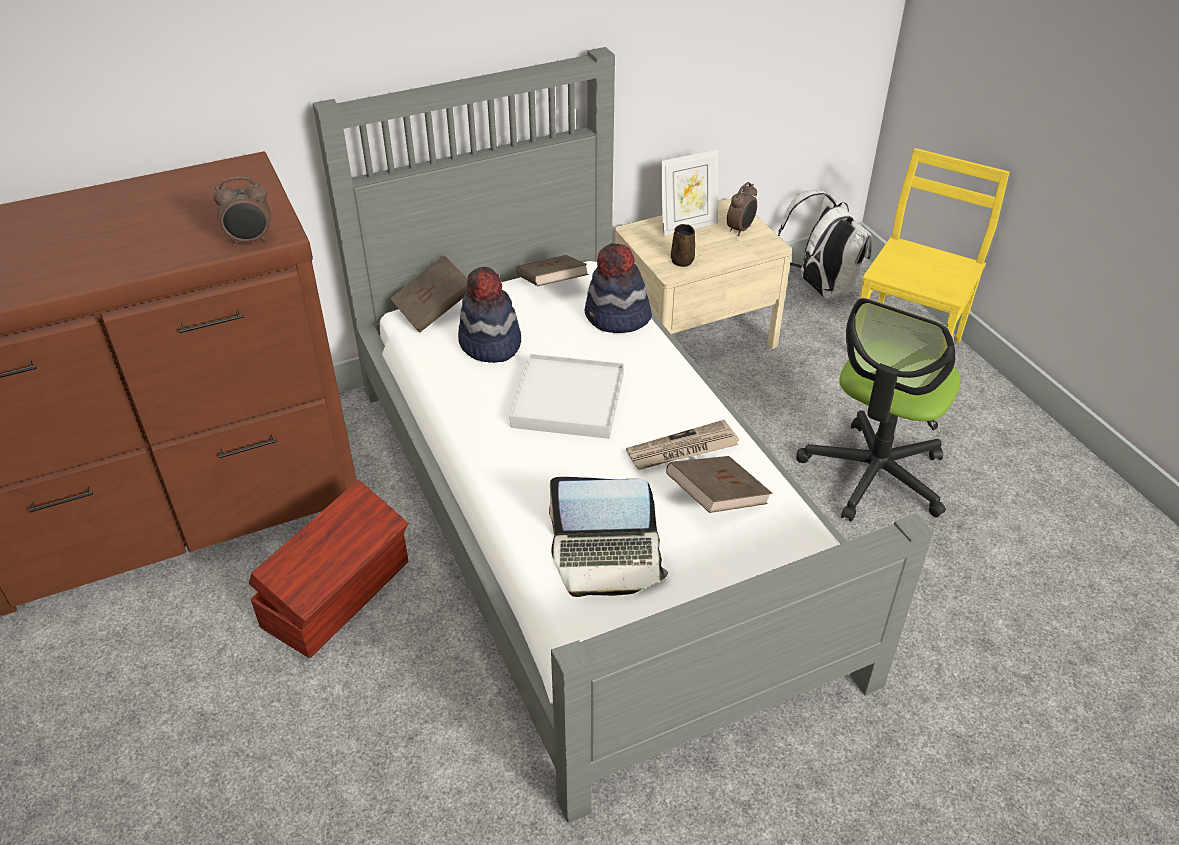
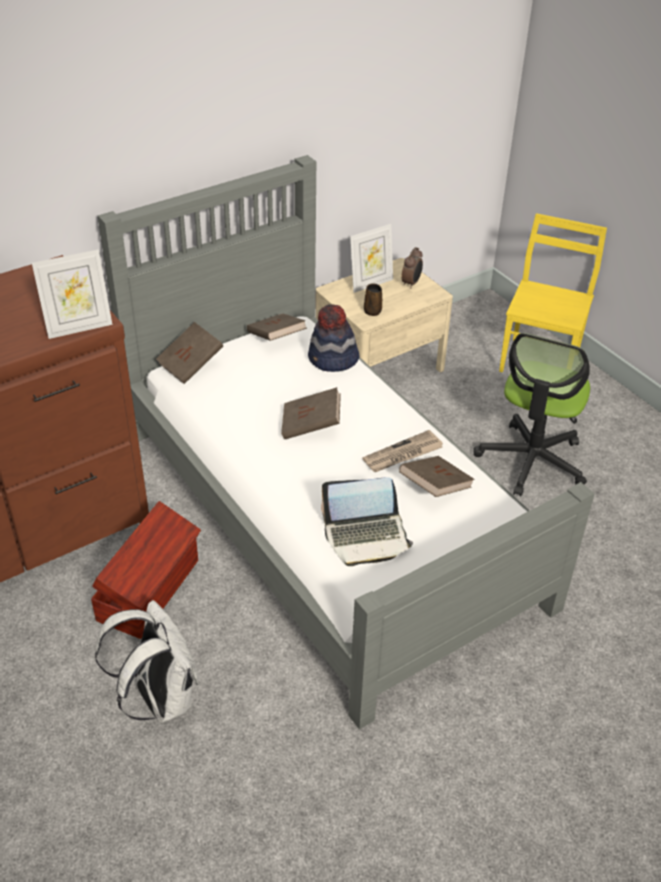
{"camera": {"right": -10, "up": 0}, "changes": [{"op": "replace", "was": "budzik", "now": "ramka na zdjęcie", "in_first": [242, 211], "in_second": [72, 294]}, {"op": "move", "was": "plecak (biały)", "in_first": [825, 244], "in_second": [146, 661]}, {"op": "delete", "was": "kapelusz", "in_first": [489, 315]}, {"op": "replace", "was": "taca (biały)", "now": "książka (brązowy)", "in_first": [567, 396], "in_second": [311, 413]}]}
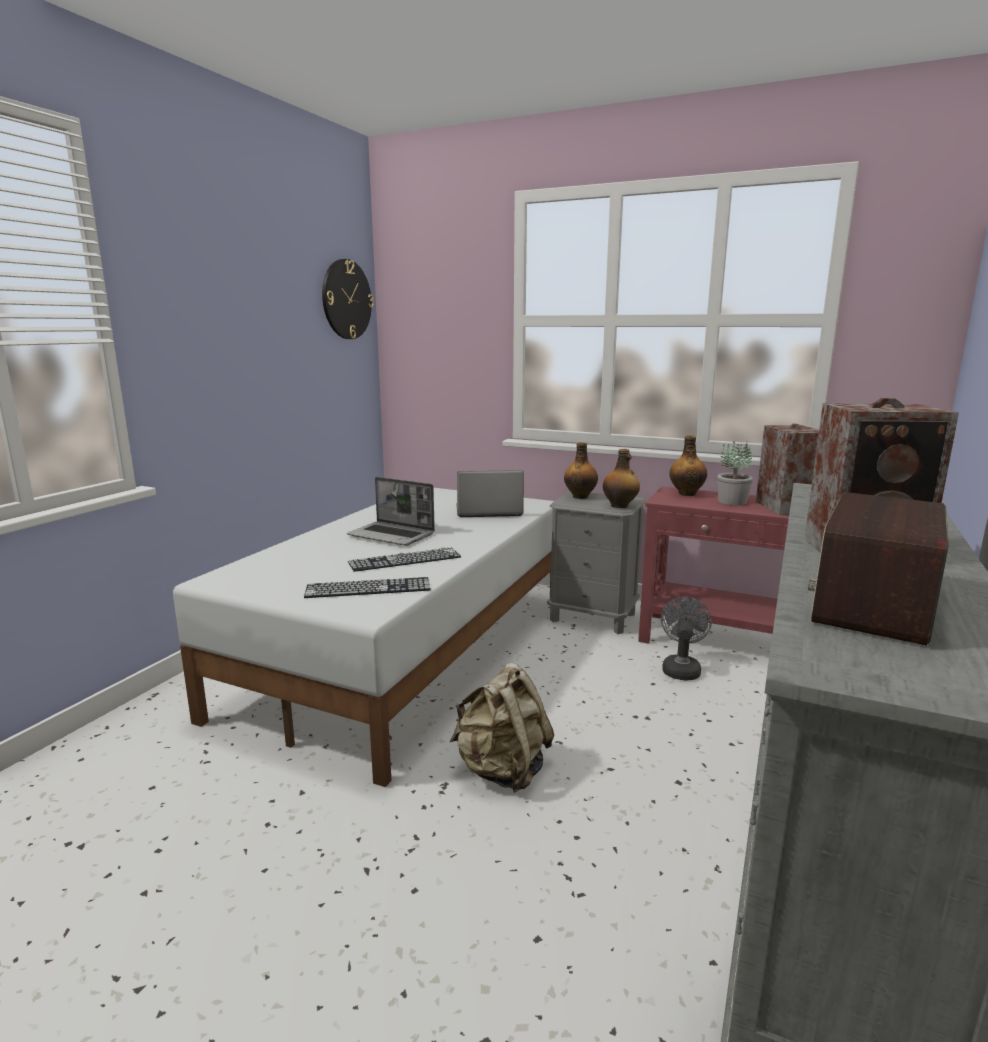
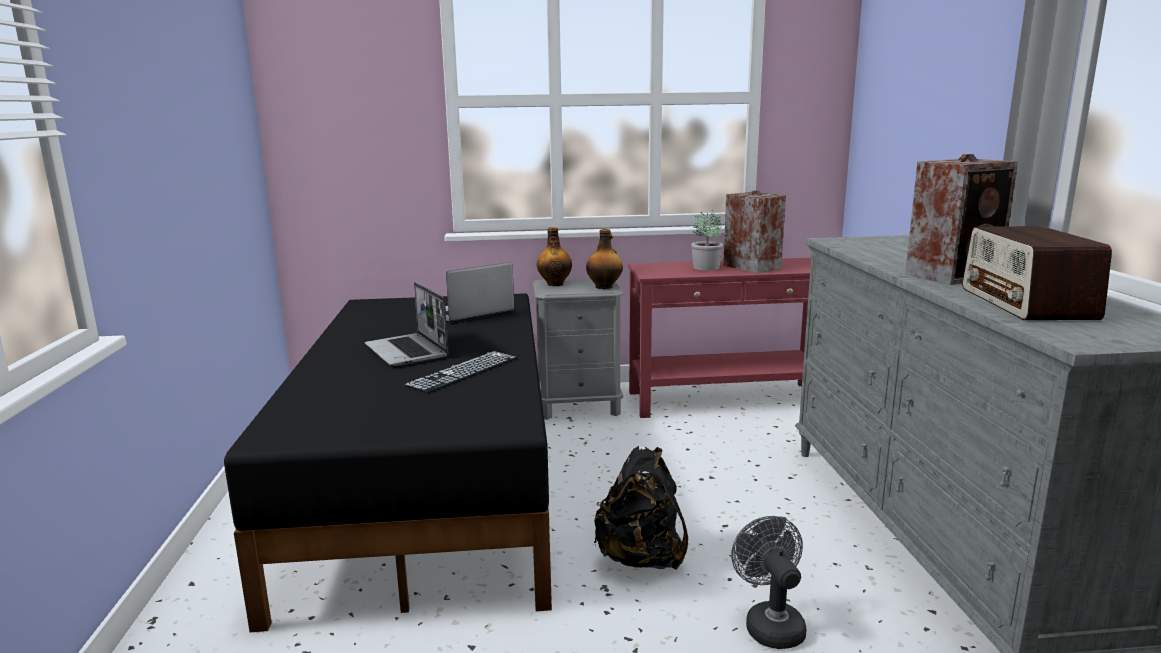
{"camera": {"right": -30, "up": 0}, "changes": [{"op": "delete", "was": "zegar ścienny", "in_first": [348, 299]}, {"op": "delete", "was": "butelka", "in_first": [688, 465]}, {"op": "rotate", "was": "laptop", "in_first": [391, 511], "in_second": [407, 324], "clockwise": 60}, {"op": "recolor", "was": "łóżko (biały)", "now": "łóżko (czarny)", "in_first": [363, 637], "in_second": [388, 462]}, {"op": "delete", "was": "klawiatura", "in_first": [367, 587]}, {"op": "move", "was": "wentylator (szary)", "in_first": [686, 639], "in_second": [768, 582]}, {"op": "recolor", "was": "plecak (beżowy)", "now": "plecak (czarny)", "in_first": [502, 728], "in_second": [641, 508]}]}
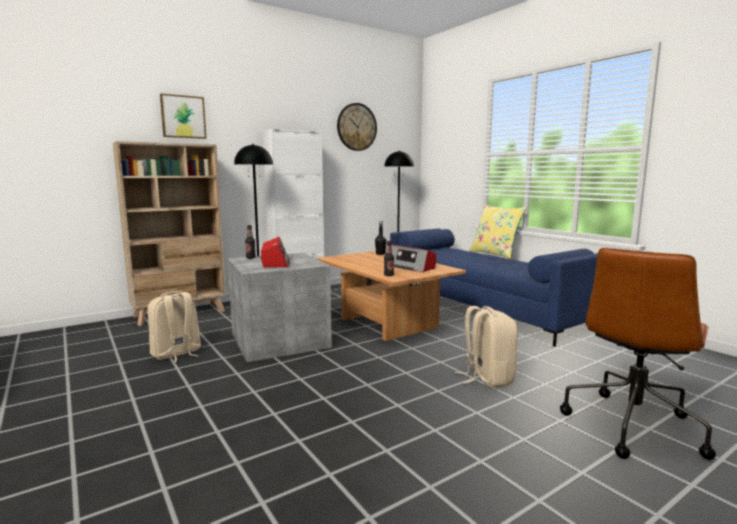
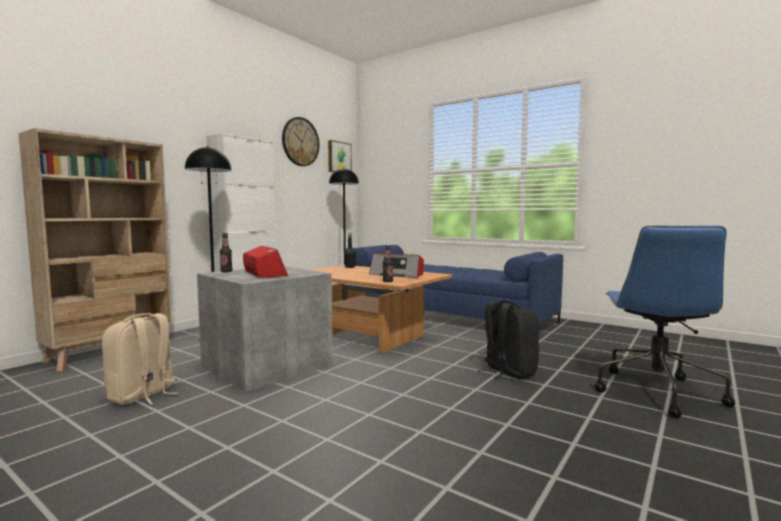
{"camera": {"right": -20, "up": -5}, "changes": [{"op": "move", "was": "obraz", "in_first": [183, 116], "in_second": [340, 156]}, {"op": "delete", "was": "poduszka (żółty)", "in_first": [497, 231]}, {"op": "recolor", "was": "krzesło biurowe (brązowy)", "now": "krzesło biurowe (niebieski)", "in_first": [638, 354], "in_second": [664, 322]}, {"op": "recolor", "was": "plecak (beżowy)", "now": "plecak (czarny)", "in_first": [486, 347], "in_second": [508, 339]}]}
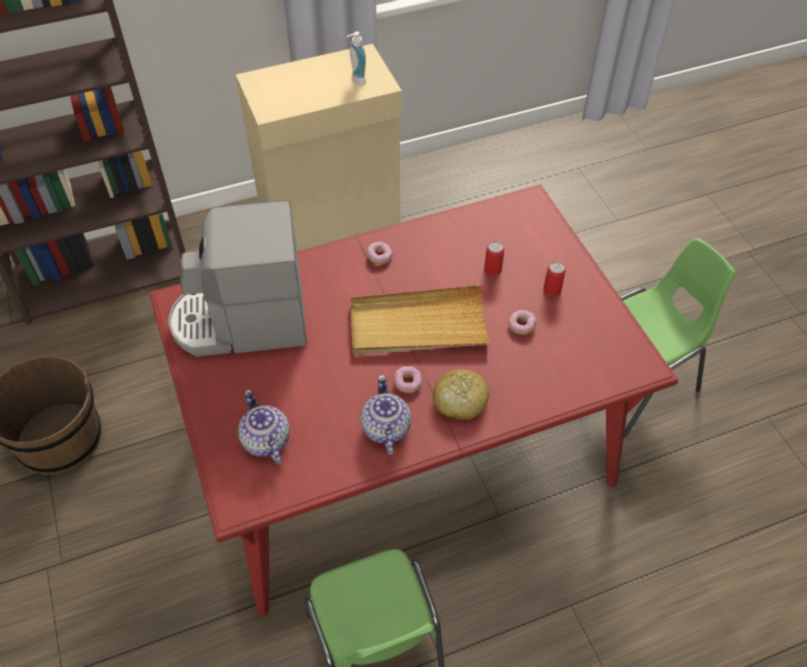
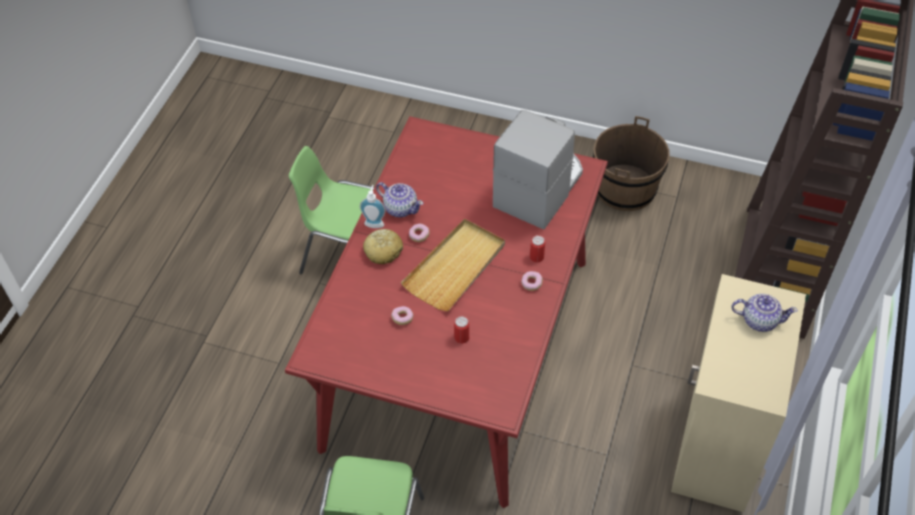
{"camera": {"right": 130, "up": 0}, "changes": [{"op": "move", "was": "dozownik mydła", "in_first": [356, 58], "in_second": [373, 206]}, {"op": "move", "was": "puszka", "in_first": [554, 278], "in_second": [537, 248]}, {"op": "move", "was": "imbryk", "in_first": [264, 427], "in_second": [764, 313]}]}
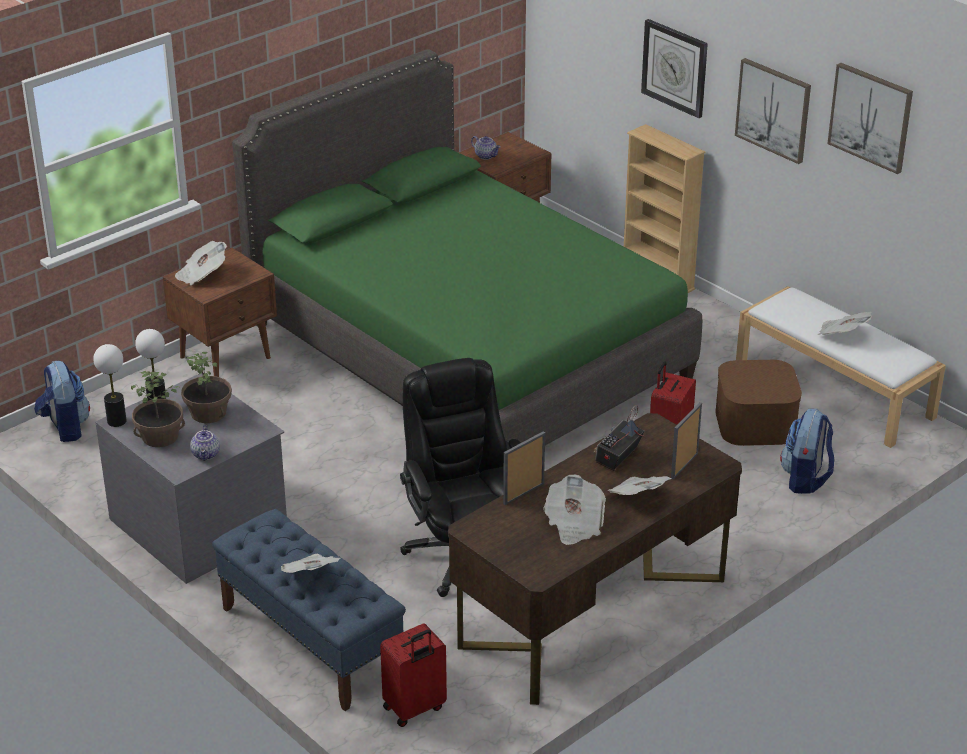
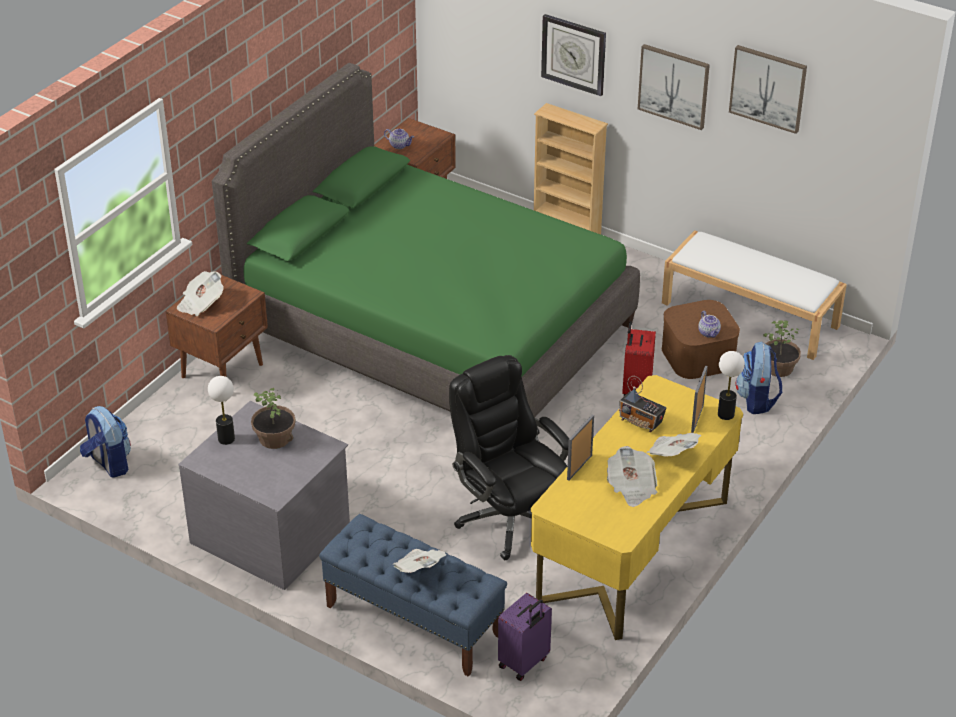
{"camera": {"right": -15, "up": 5}, "changes": [{"op": "delete", "was": "gazeta", "in_first": [845, 323]}, {"op": "move", "was": "lampa stołowa", "in_first": [110, 385], "in_second": [731, 385]}, {"op": "move", "was": "roślina doniczkowa", "in_first": [158, 409], "in_second": [782, 348]}, {"op": "rotate", "was": "radio", "in_first": [618, 438], "in_second": [643, 404], "clockwise": -75}, {"op": "recolor", "was": "biurko (brązowy)", "now": "biurko (żółty)", "in_first": [595, 559], "in_second": [637, 507]}, {"op": "move", "was": "imbryk", "in_first": [205, 443], "in_second": [709, 324]}, {"op": "recolor", "was": "walizka (czerwony)", "now": "walizka (fioletowy)", "in_first": [413, 675], "in_second": [525, 637]}]}
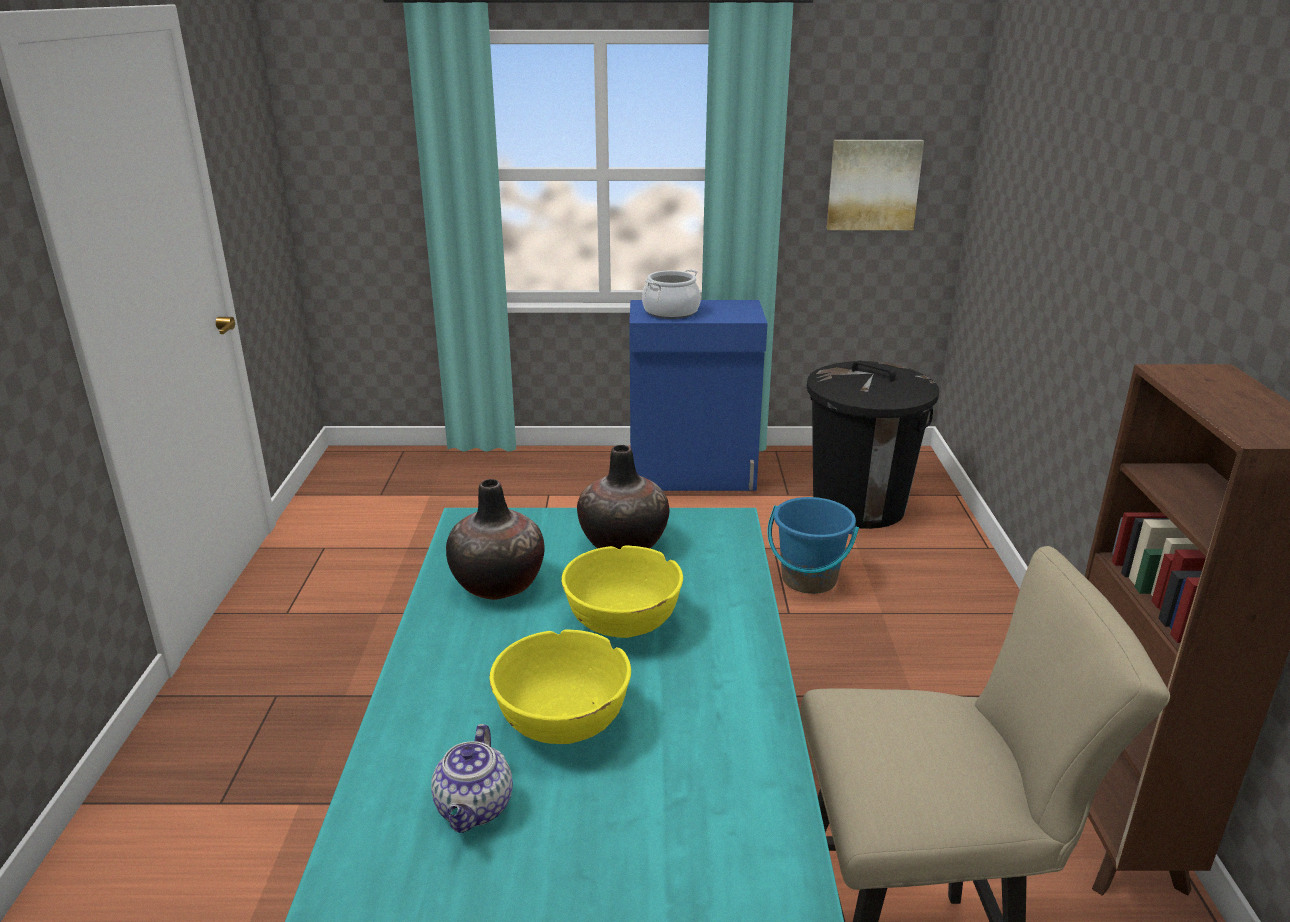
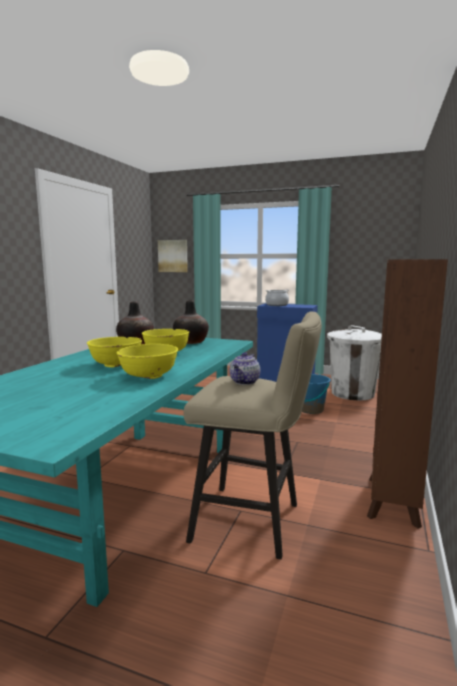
{"camera": {"right": 20, "up": -15}, "changes": [{"op": "move", "was": "obraz", "in_first": [875, 185], "in_second": [173, 256]}, {"op": "recolor", "was": "kosz na śmieci (czarny)", "now": "kosz na śmieci (biały)", "in_first": [873, 445], "in_second": [354, 362]}, {"op": "move", "was": "imbryk", "in_first": [472, 778], "in_second": [245, 368]}, {"op": "insert", "now": "miska (żółty)", "in_second": [147, 361]}]}
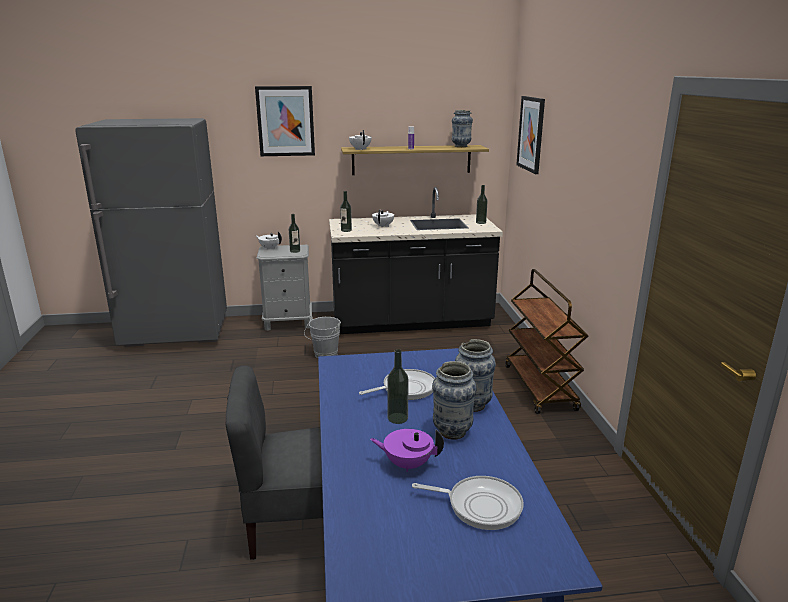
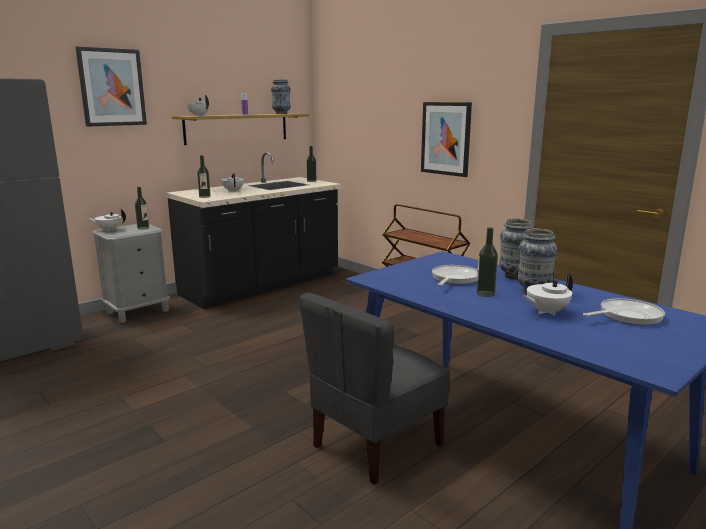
{"camera": {"right": -35, "up": -5}, "changes": [{"op": "move", "was": "obraz", "in_first": [530, 135], "in_second": [446, 139]}, {"op": "delete", "was": "wiadro (szary)", "in_first": [322, 337]}, {"op": "recolor", "was": "imbryk (fioletowy)", "now": "imbryk (biały)", "in_first": [407, 450], "in_second": [548, 294]}]}
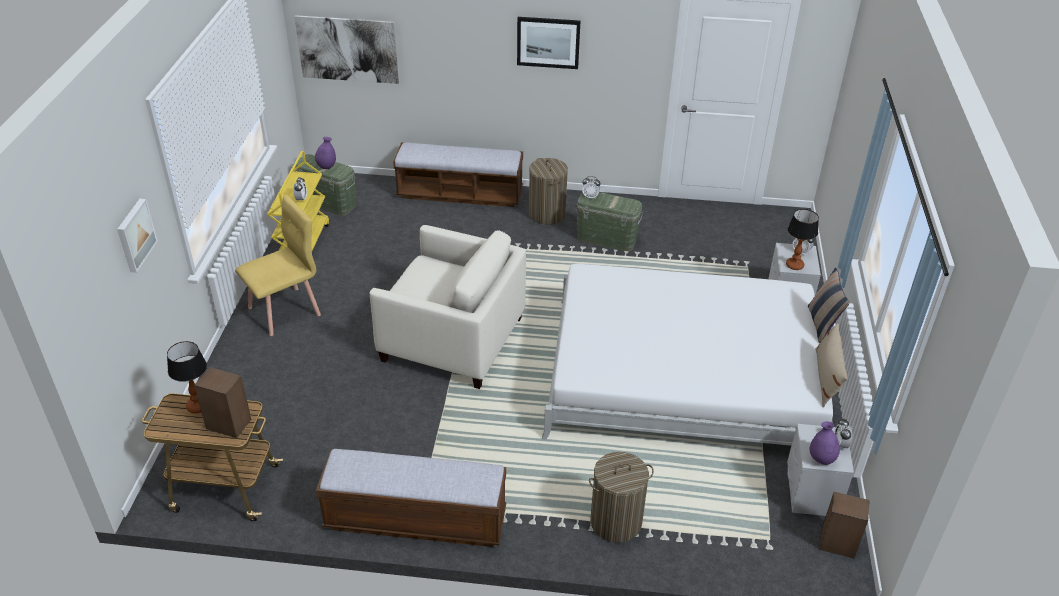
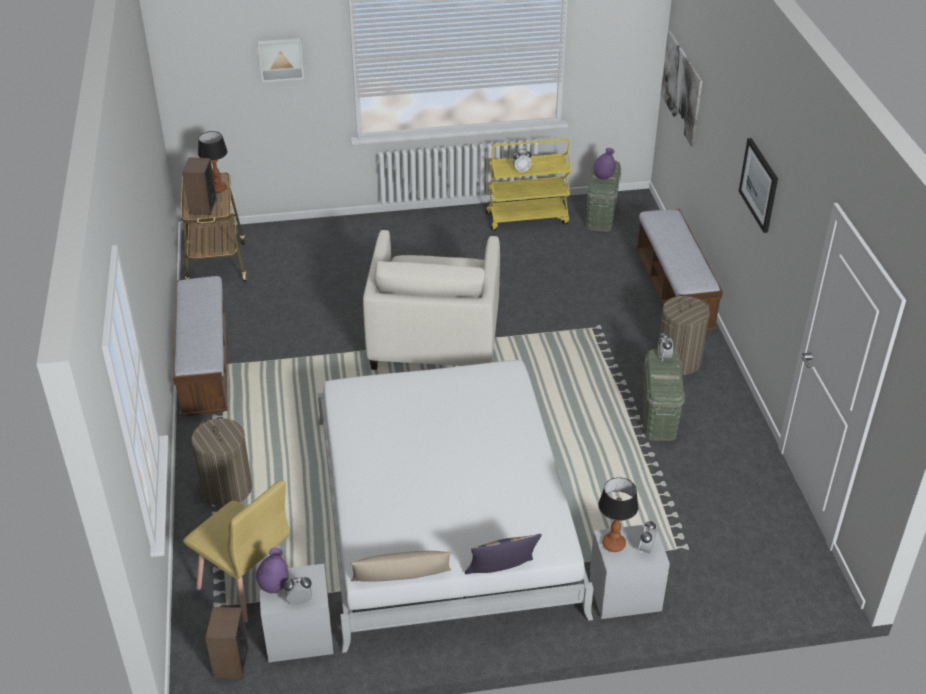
{"camera": {"right": 75, "up": 0}, "changes": [{"op": "move", "was": "krzesło (żółty)", "in_first": [278, 265], "in_second": [236, 551]}]}
